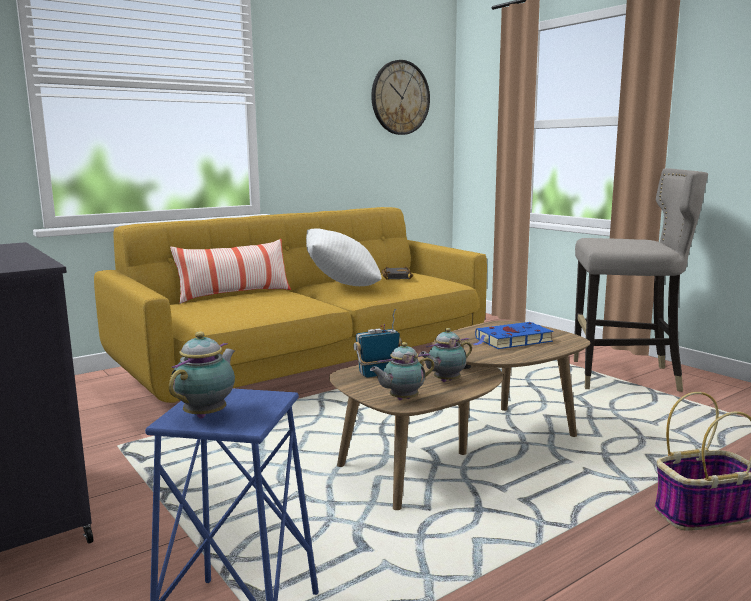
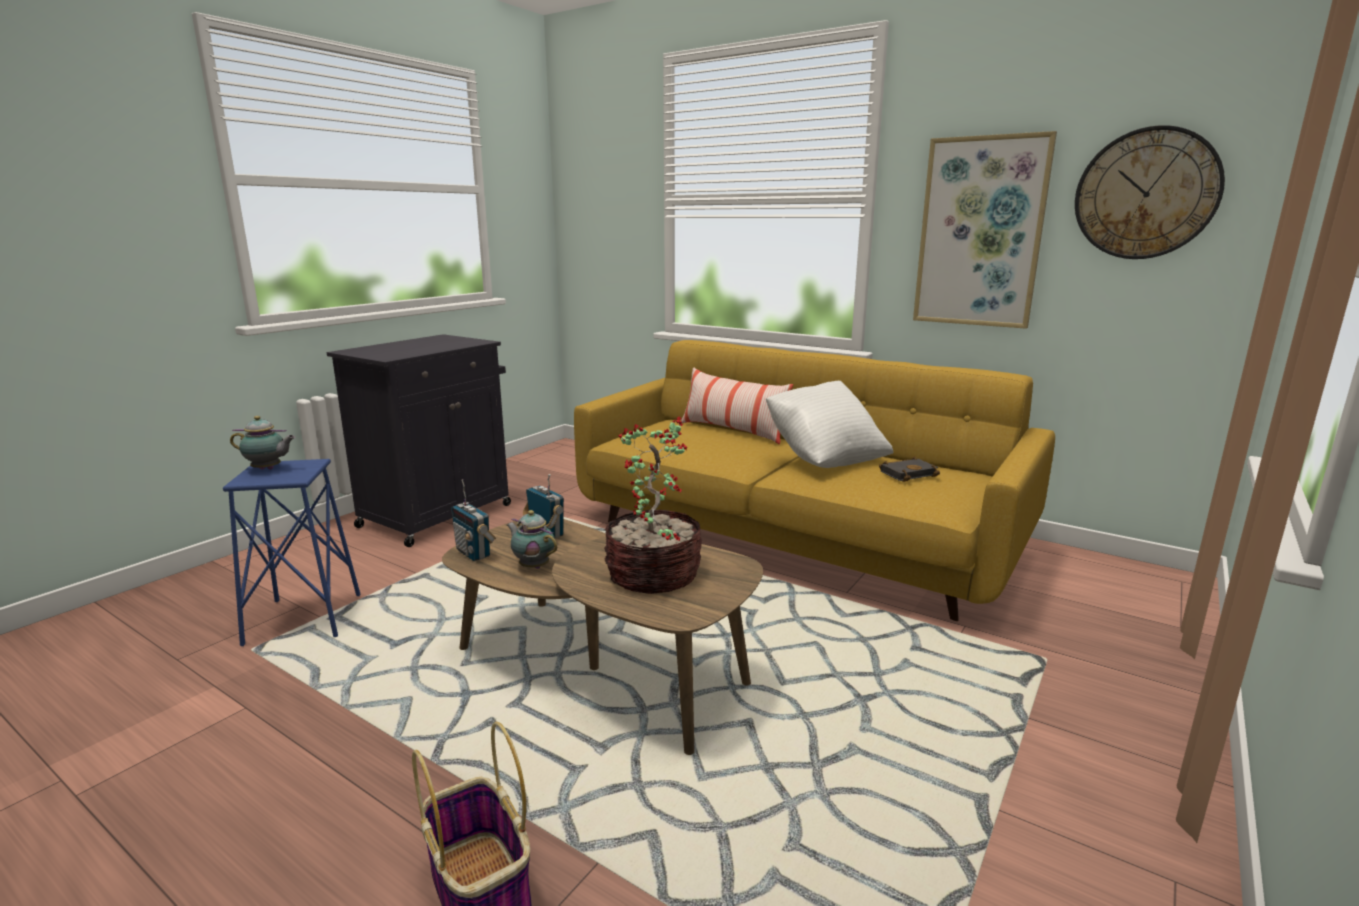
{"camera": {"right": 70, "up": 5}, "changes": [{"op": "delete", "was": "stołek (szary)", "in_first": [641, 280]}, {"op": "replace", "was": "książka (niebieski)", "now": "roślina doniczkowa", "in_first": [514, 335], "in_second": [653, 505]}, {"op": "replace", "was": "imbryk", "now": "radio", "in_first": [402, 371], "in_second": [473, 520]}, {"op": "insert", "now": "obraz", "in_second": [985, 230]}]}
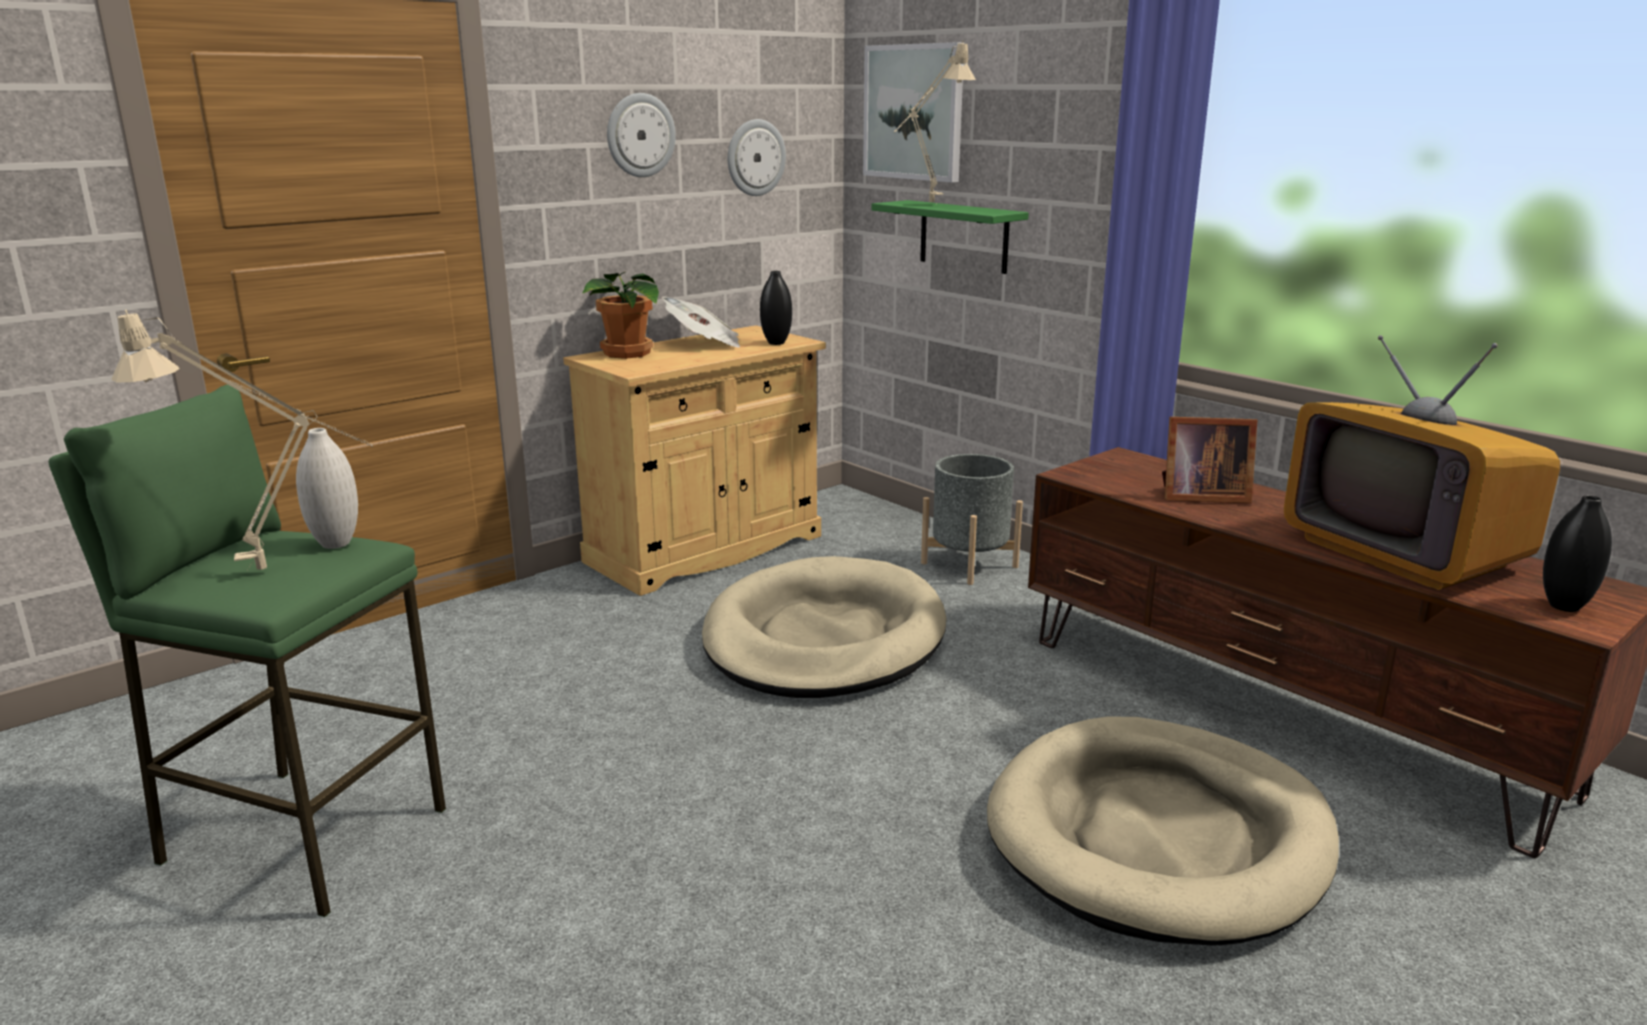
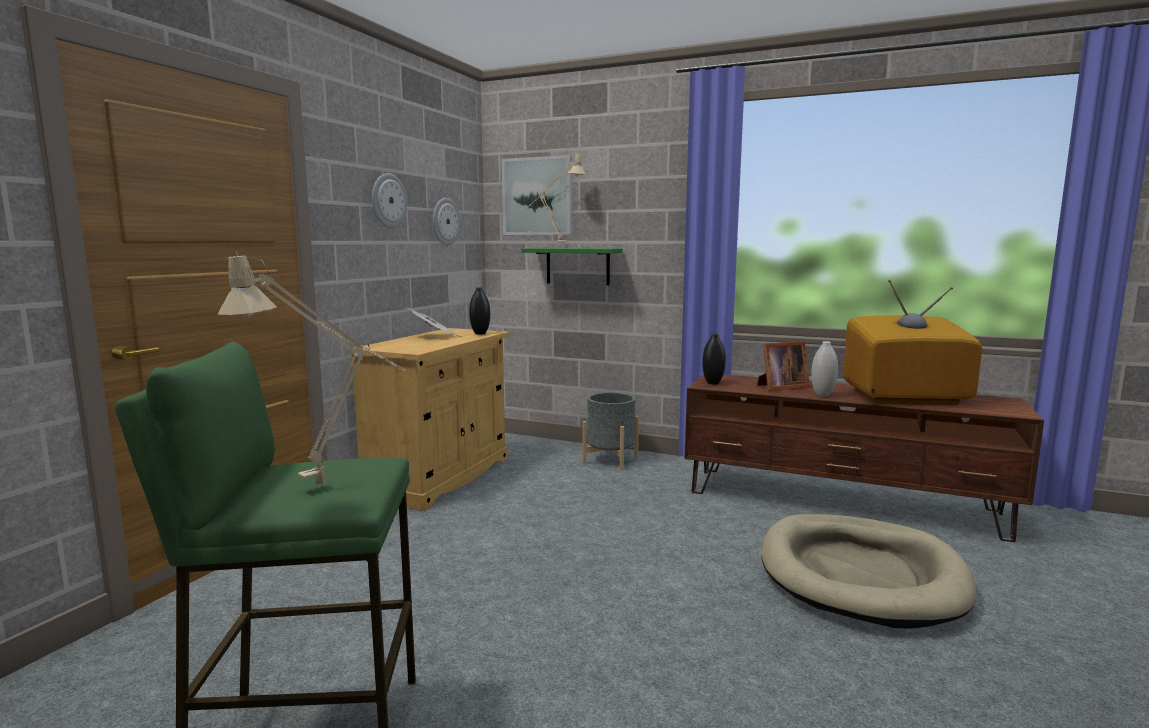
{"camera": {"right": -25, "up": -10}, "changes": [{"op": "delete", "was": "roślina doniczkowa", "in_first": [620, 315]}, {"op": "rotate", "was": "telewizor", "in_first": [1422, 462], "in_second": [912, 342], "clockwise": 150}, {"op": "move", "was": "wazon (biały)", "in_first": [327, 488], "in_second": [824, 368]}, {"op": "move", "was": "wazon (czarny)", "in_first": [1577, 553], "in_second": [714, 358]}, {"op": "delete", "was": "legowisko (beżowy)", "in_first": [824, 627]}]}
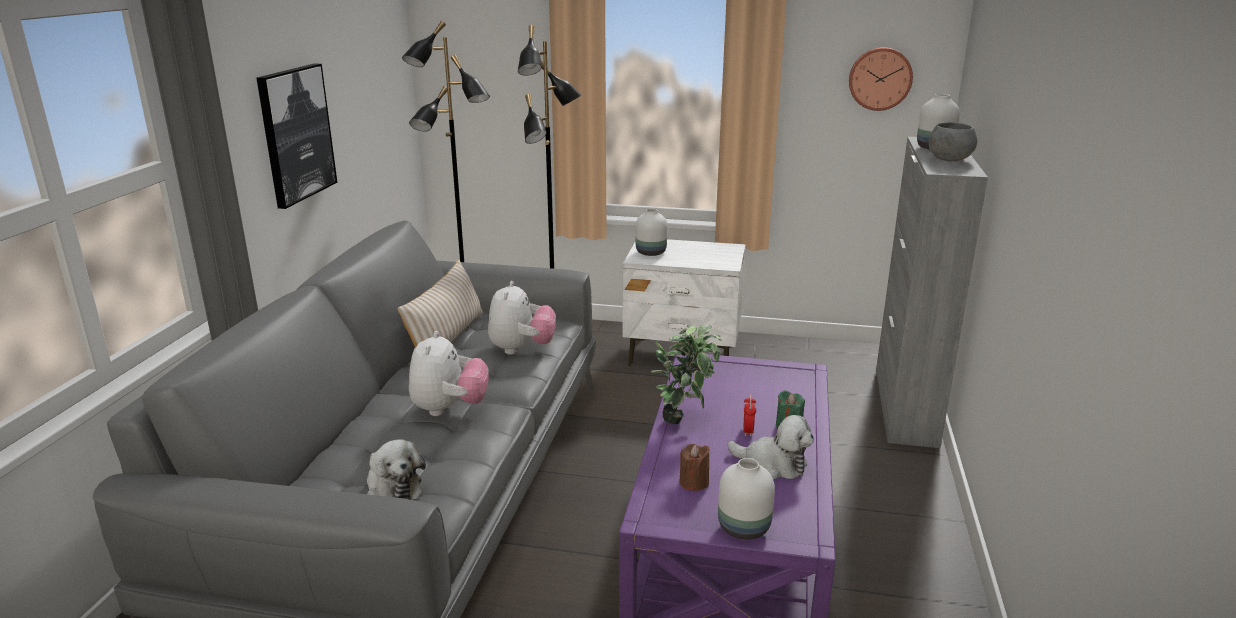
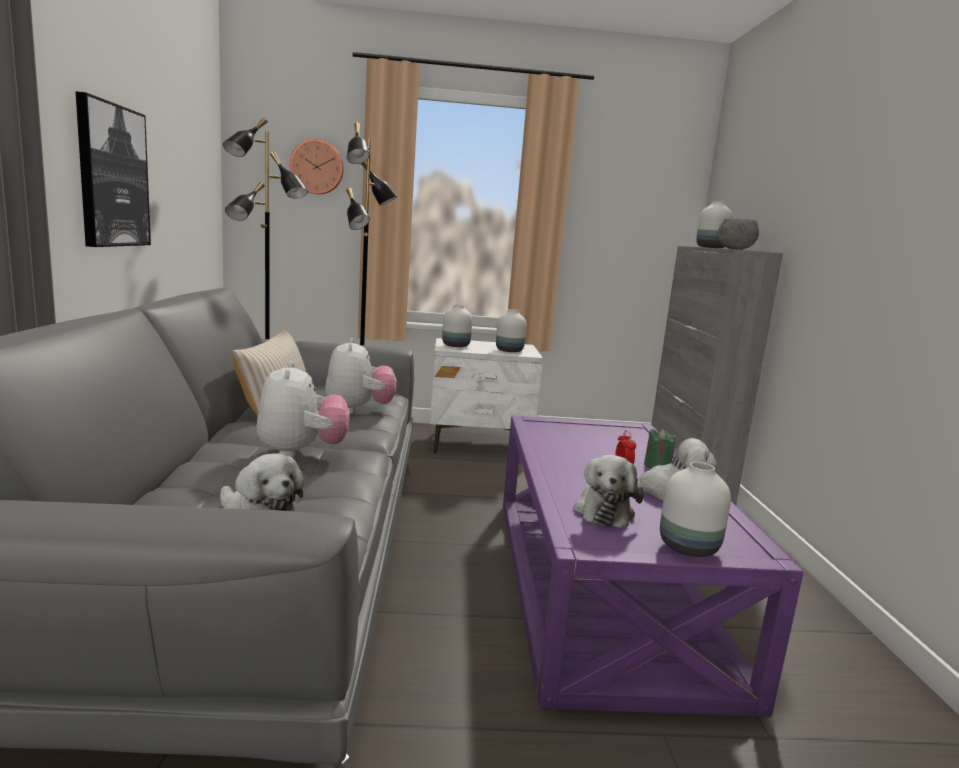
{"camera": {"right": -15, "up": -10}, "changes": [{"op": "move", "was": "zegar ścienny", "in_first": [881, 79], "in_second": [317, 166]}, {"op": "delete", "was": "roślina doniczkowa", "in_first": [686, 374]}, {"op": "replace", "was": "świeca (brązowy)", "now": "pluszak", "in_first": [694, 467], "in_second": [608, 491]}, {"op": "insert", "now": "wazon (biały)", "in_second": [511, 330]}]}
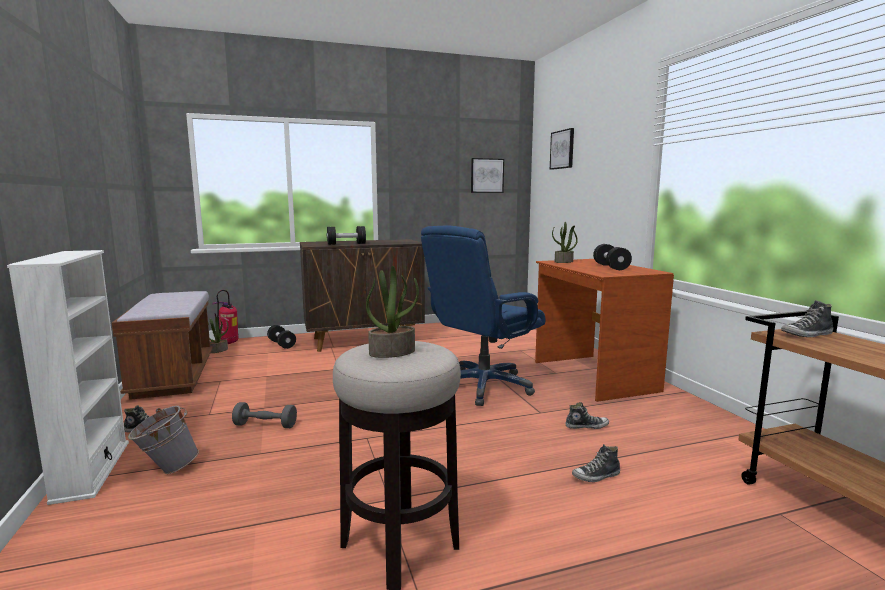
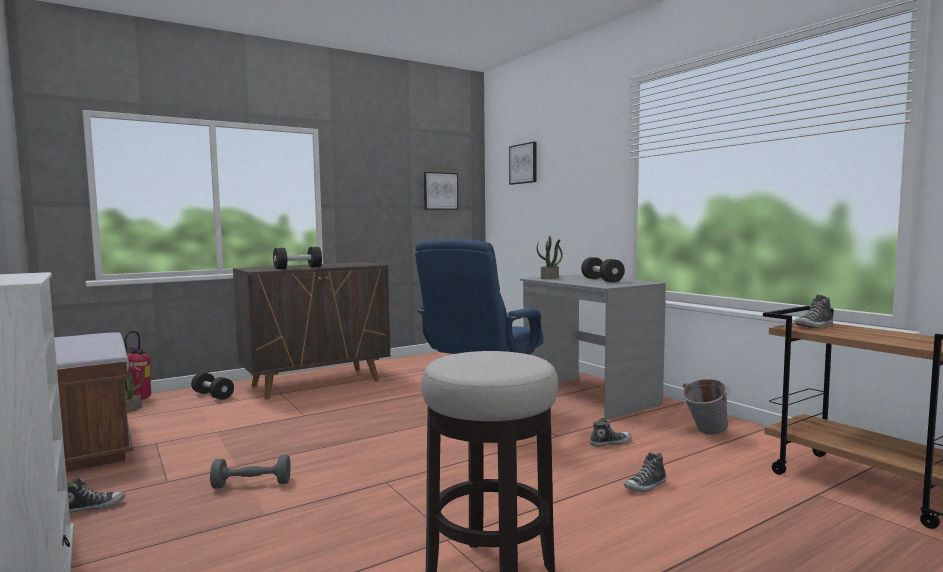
{"camera": {"right": -15, "up": -5}, "changes": [{"op": "recolor", "was": "biurko (brązowy)", "now": "biurko (szary)", "in_first": [604, 330], "in_second": [593, 347]}, {"op": "delete", "was": "roślina doniczkowa", "in_first": [392, 312]}, {"op": "move", "was": "wiadro (szary)", "in_first": [163, 440], "in_second": [706, 407]}]}
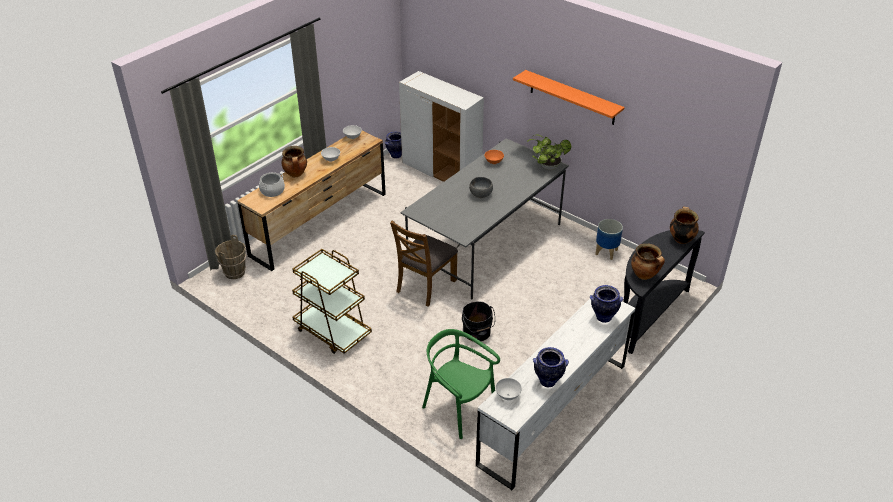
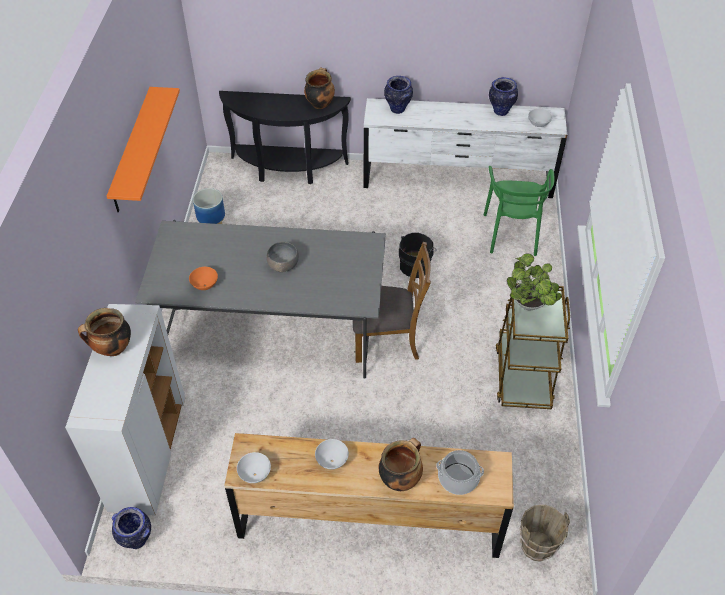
{"camera": {"right": -125, "up": 10}, "changes": [{"op": "move", "was": "roślina doniczkowa", "in_first": [549, 152], "in_second": [534, 282]}, {"op": "move", "was": "garnek", "in_first": [684, 225], "in_second": [104, 332]}]}
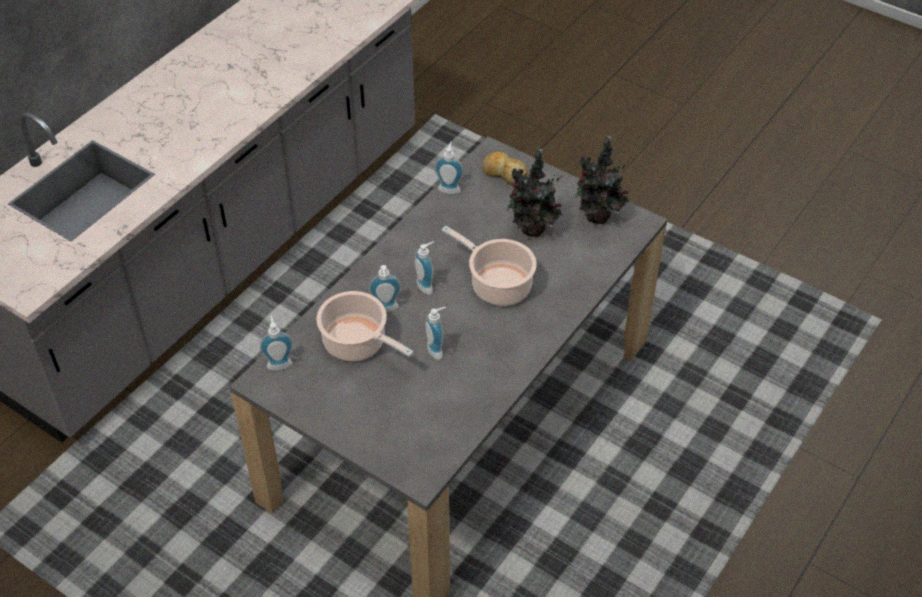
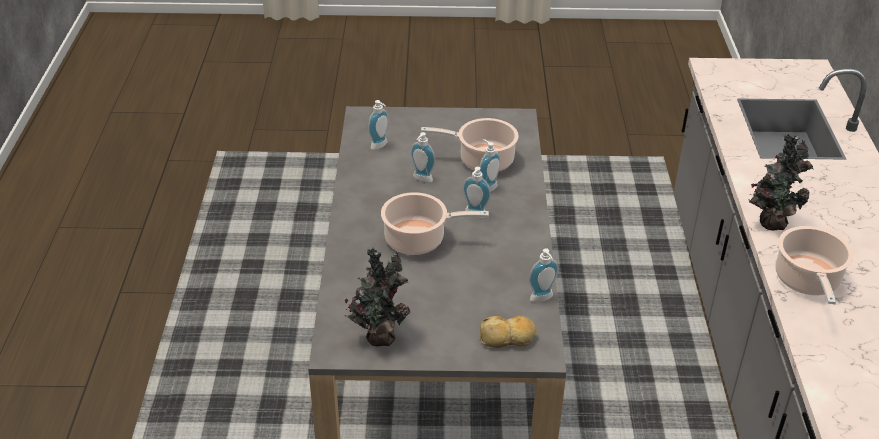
{"camera": {"right": 145, "up": -10}, "changes": [{"op": "move", "was": "roślina doniczkowa", "in_first": [535, 192], "in_second": [780, 181]}, {"op": "move", "was": "dozownik mydła", "in_first": [276, 343], "in_second": [378, 125]}, {"op": "insert", "now": "garnek", "in_second": [814, 265]}]}
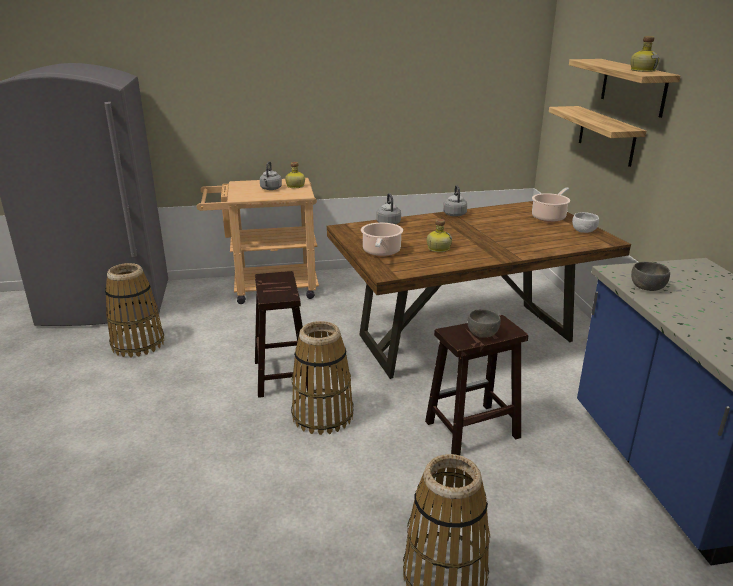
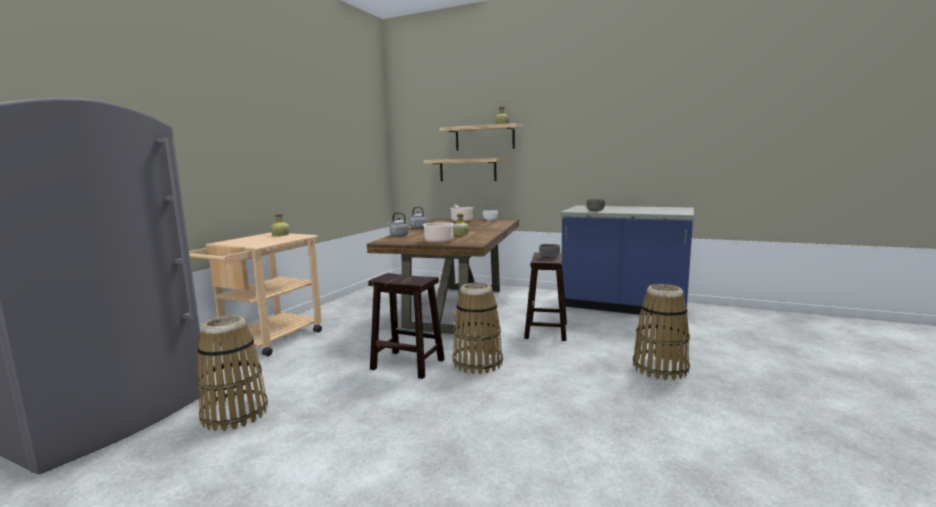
{"camera": {"right": -55, "up": -15}, "changes": [{"op": "delete", "was": "czajnik (szary)", "in_first": [271, 175]}]}
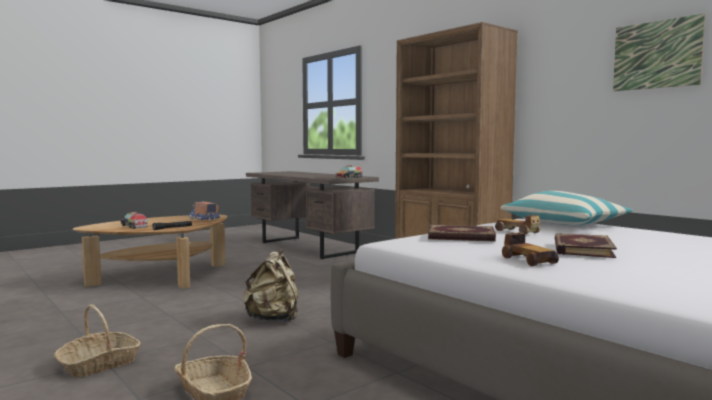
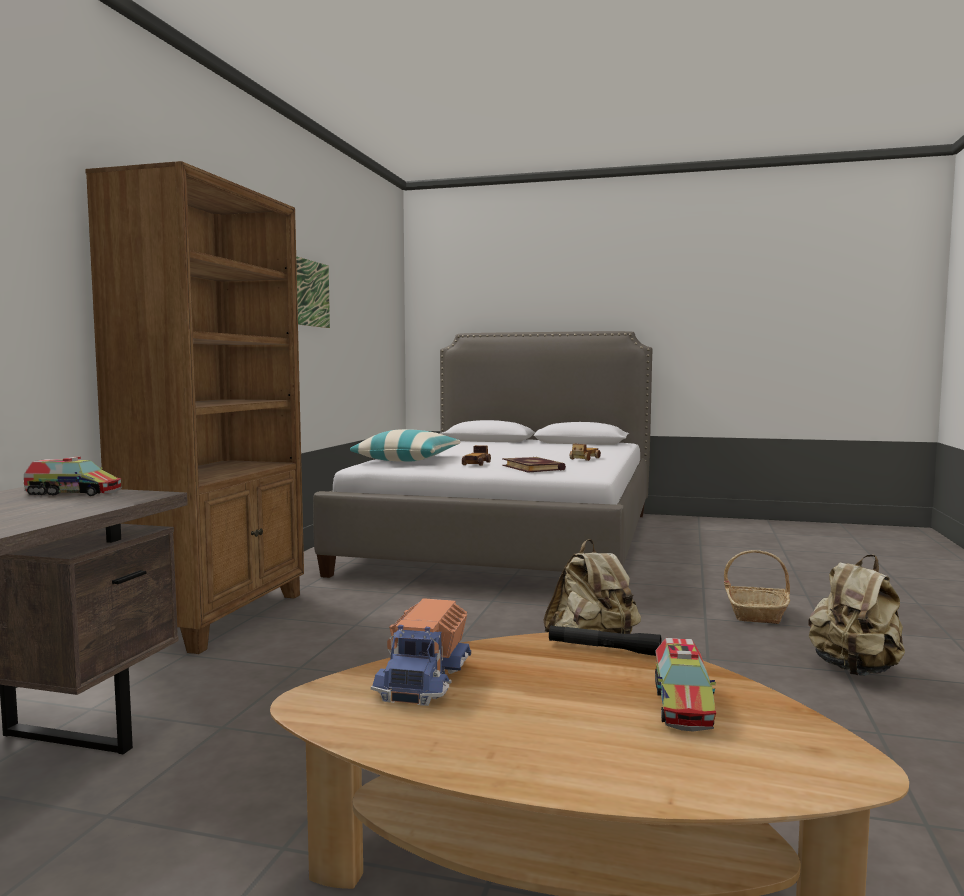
{"camera": {"right": -125, "up": 0}, "changes": [{"op": "delete", "was": "książka", "in_first": [586, 245]}, {"op": "replace", "was": "koszyk", "now": "plecak (beżowy)", "in_first": [97, 341], "in_second": [856, 615]}]}
